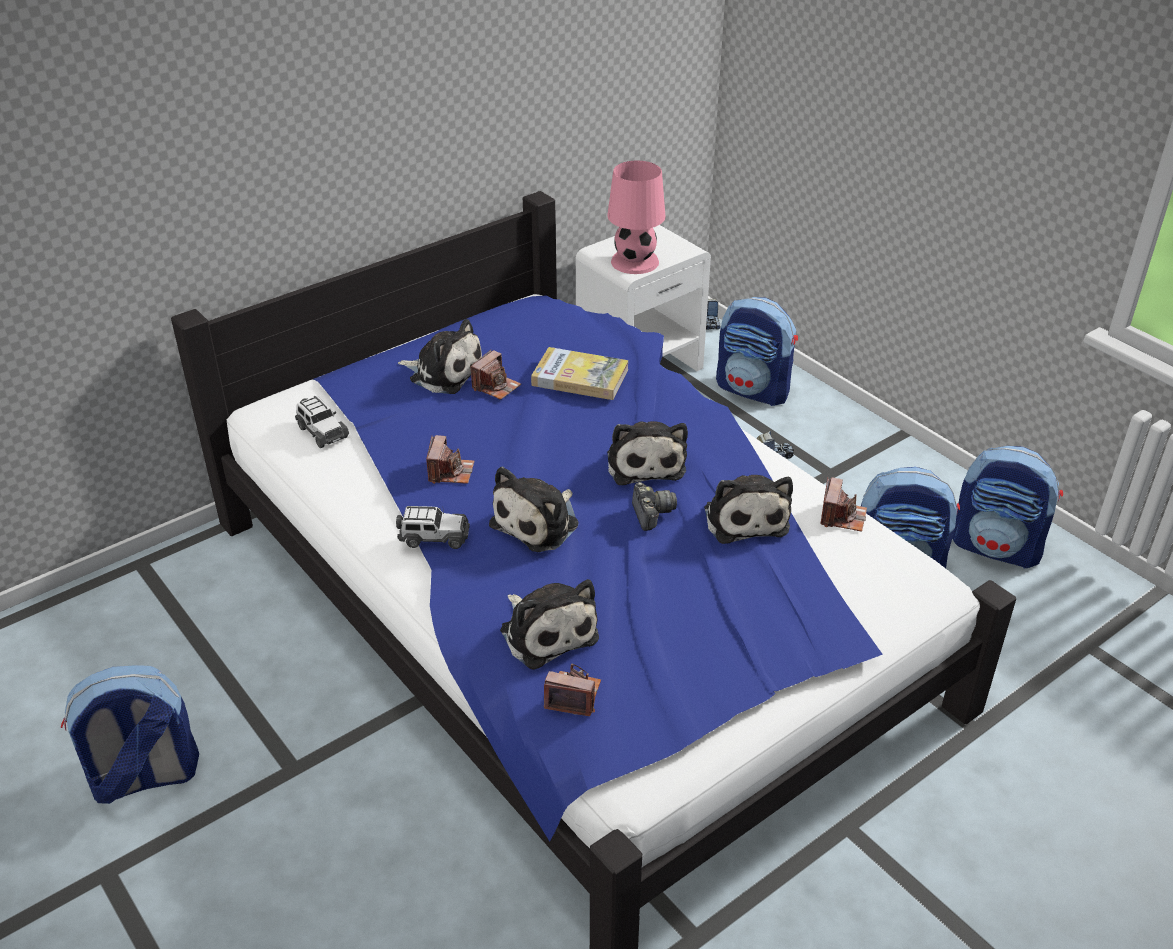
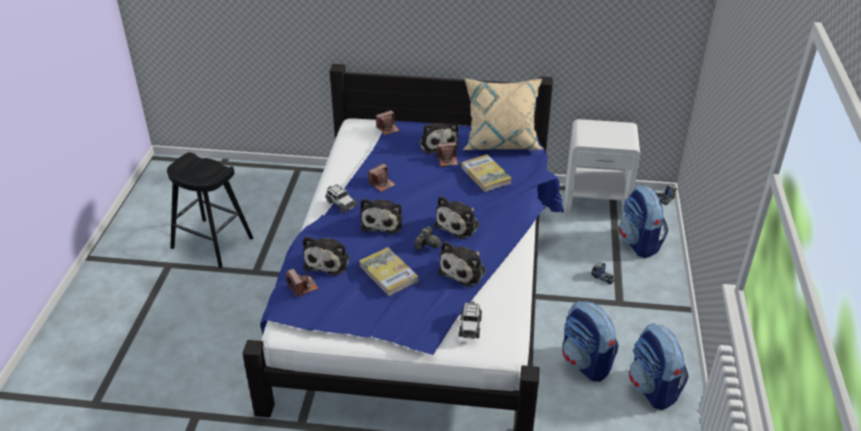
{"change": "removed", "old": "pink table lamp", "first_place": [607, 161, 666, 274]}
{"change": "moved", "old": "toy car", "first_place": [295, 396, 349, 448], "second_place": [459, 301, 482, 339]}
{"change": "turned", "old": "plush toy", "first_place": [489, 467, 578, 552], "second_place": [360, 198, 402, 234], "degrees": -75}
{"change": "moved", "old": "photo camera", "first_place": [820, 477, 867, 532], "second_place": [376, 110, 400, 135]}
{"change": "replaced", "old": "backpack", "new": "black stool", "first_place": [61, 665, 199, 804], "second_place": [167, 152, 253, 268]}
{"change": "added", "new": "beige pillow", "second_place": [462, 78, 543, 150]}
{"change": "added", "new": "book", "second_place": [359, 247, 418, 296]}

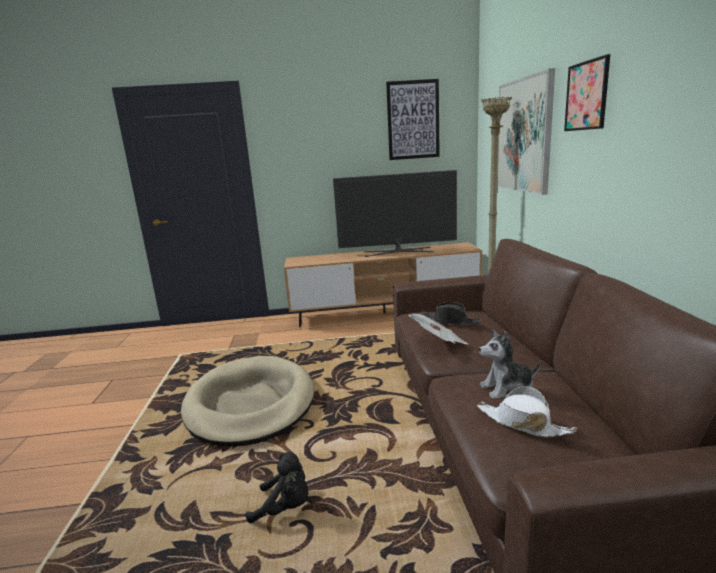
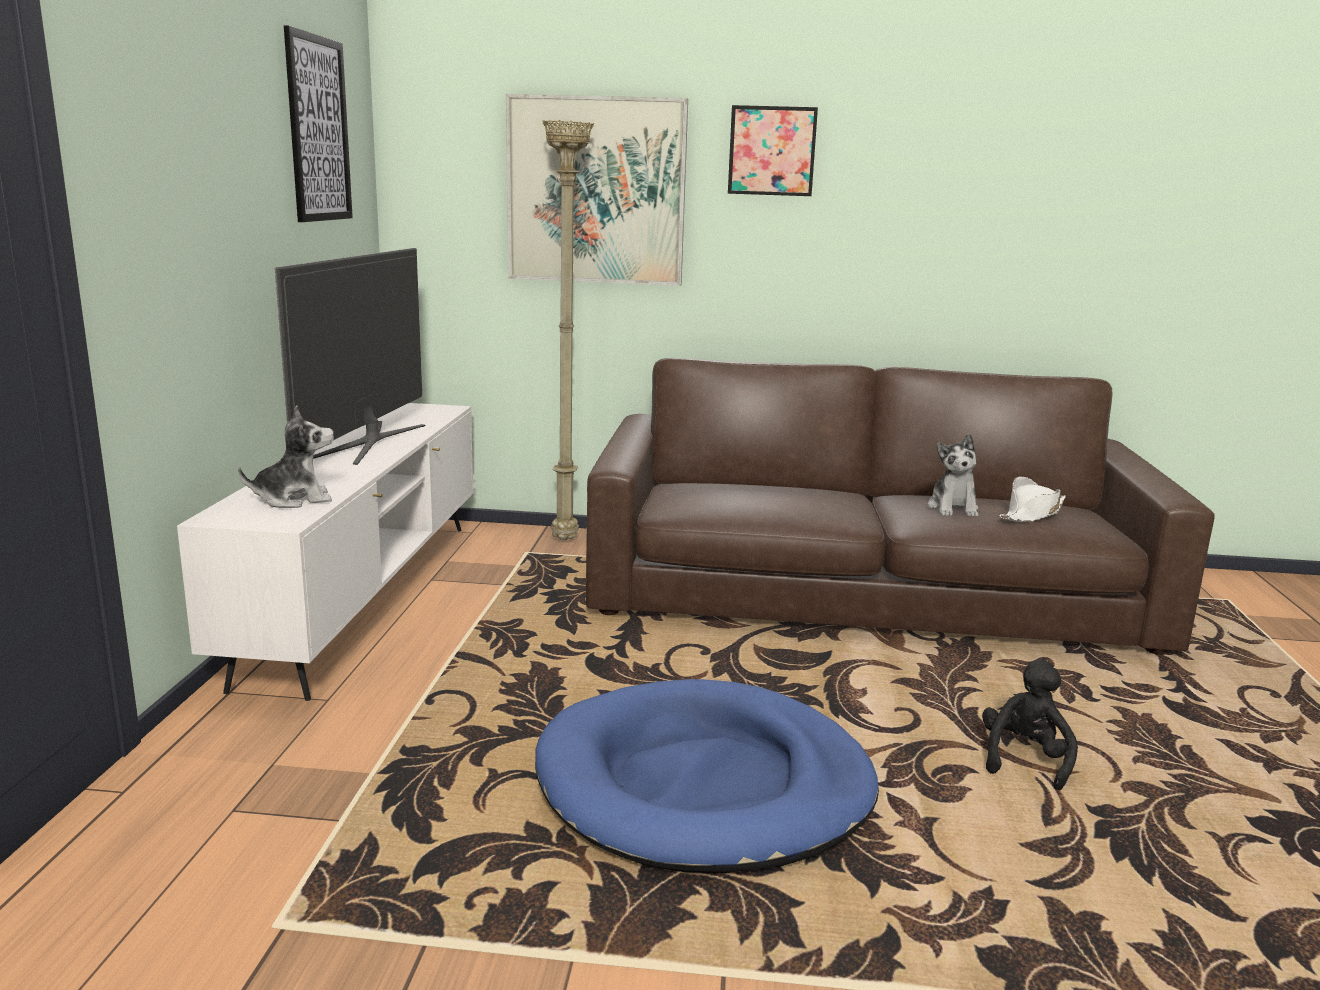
{"change": "recoloured", "old": "brown tv stand", "new": "white tv stand", "first_place": [284, 242, 482, 327], "second_place": [177, 403, 473, 701]}
{"change": "removed", "old": "black hat", "first_place": [421, 302, 482, 325]}
{"change": "removed", "old": "newspaper", "first_place": [408, 314, 468, 344]}
{"change": "recoloured", "old": "beige dog bed", "new": "blue dog bed", "first_place": [181, 356, 314, 446], "second_place": [535, 679, 879, 873]}
{"change": "added", "new": "plush toy", "second_place": [238, 405, 334, 508]}

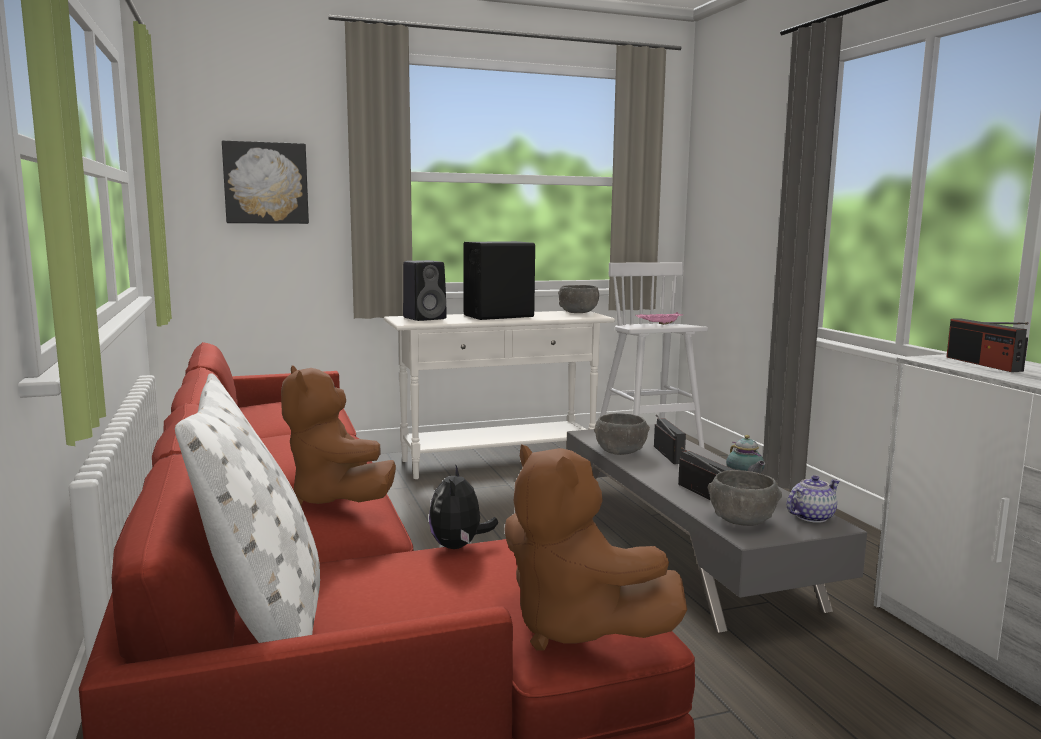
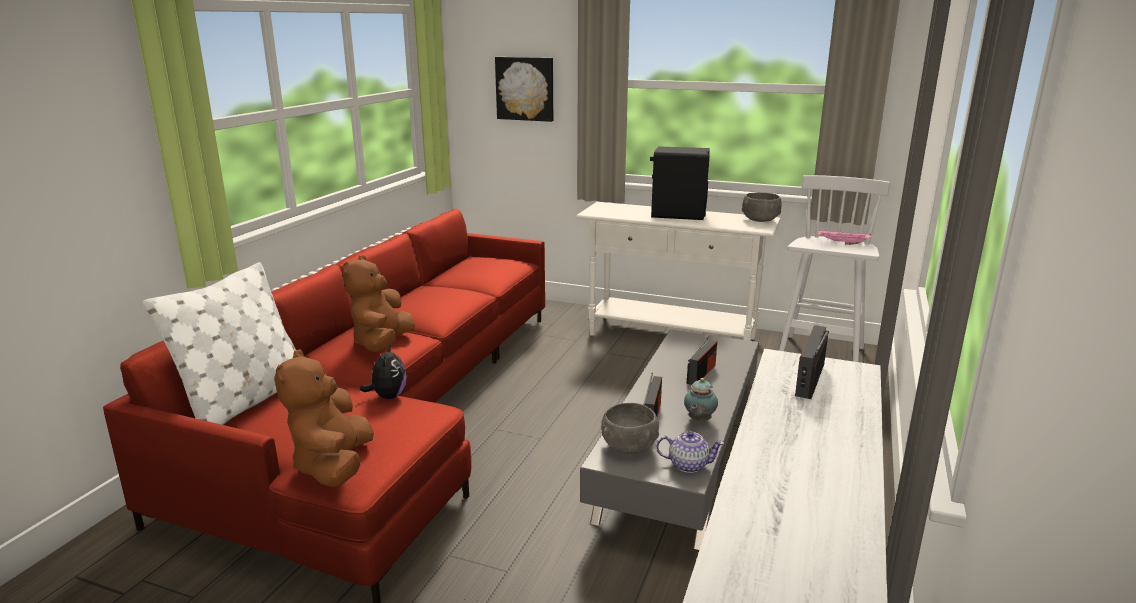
{"change": "removed", "old": "black speaker", "first_place": [403, 260, 447, 321]}
{"change": "removed", "old": "grey bowl", "first_place": [594, 413, 650, 455]}
{"change": "turned", "old": "plush toy", "first_place": [429, 464, 498, 549], "second_place": [360, 344, 407, 399], "degrees": 135}

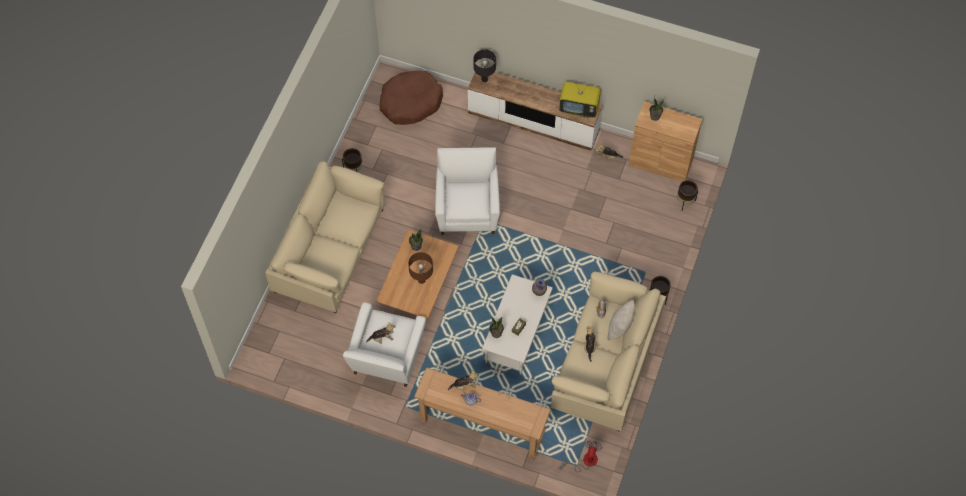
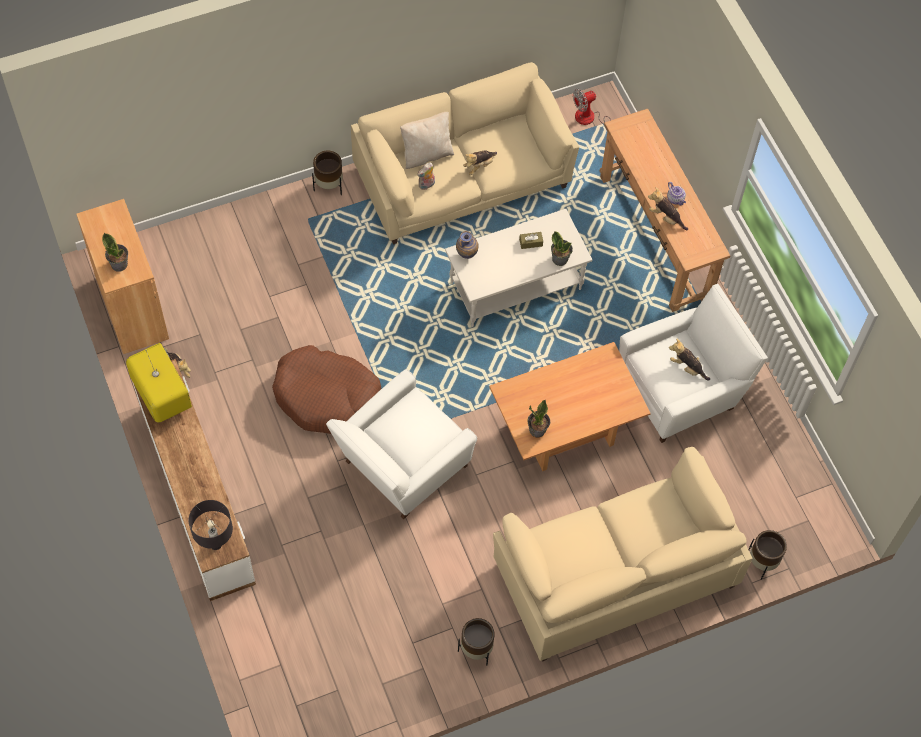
{"change": "moved", "old": "brown dog bed", "first_place": [380, 70, 443, 125], "second_place": [272, 345, 381, 434]}
{"change": "moved", "old": "brown planter", "first_place": [677, 180, 698, 210], "second_place": [748, 530, 787, 580]}
{"change": "removed", "old": "brown table lamp", "first_place": [408, 252, 433, 284]}

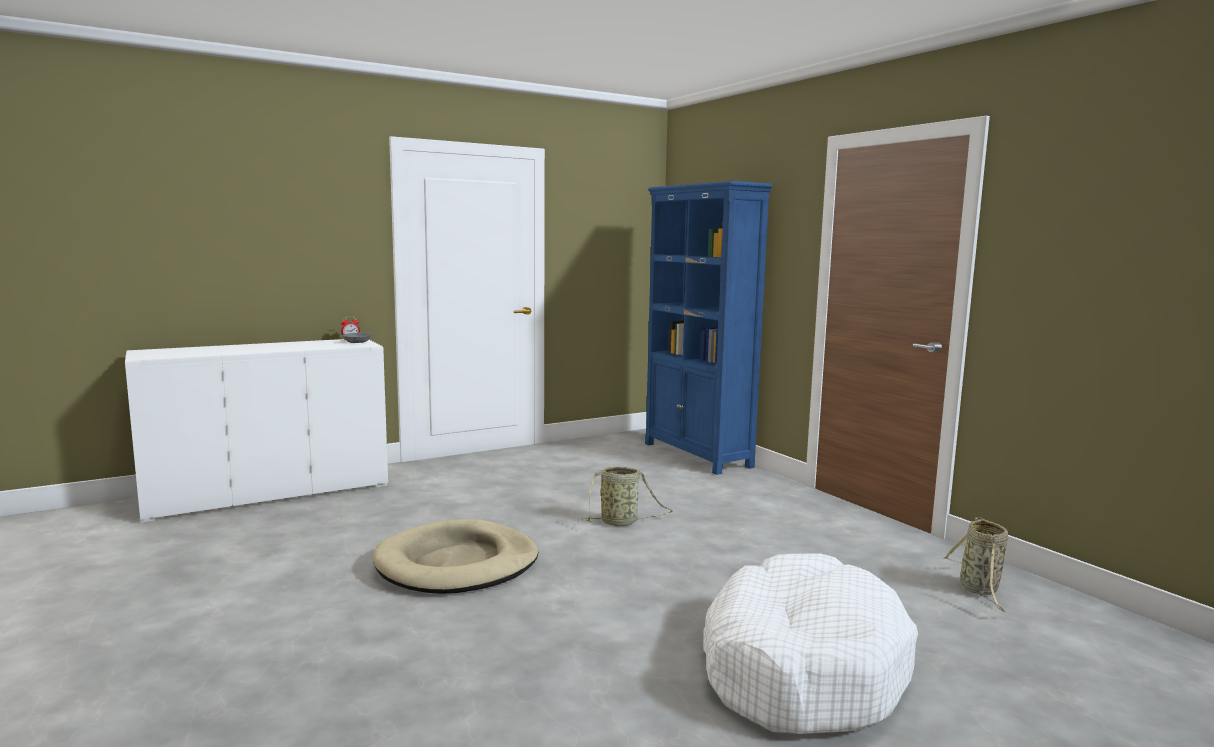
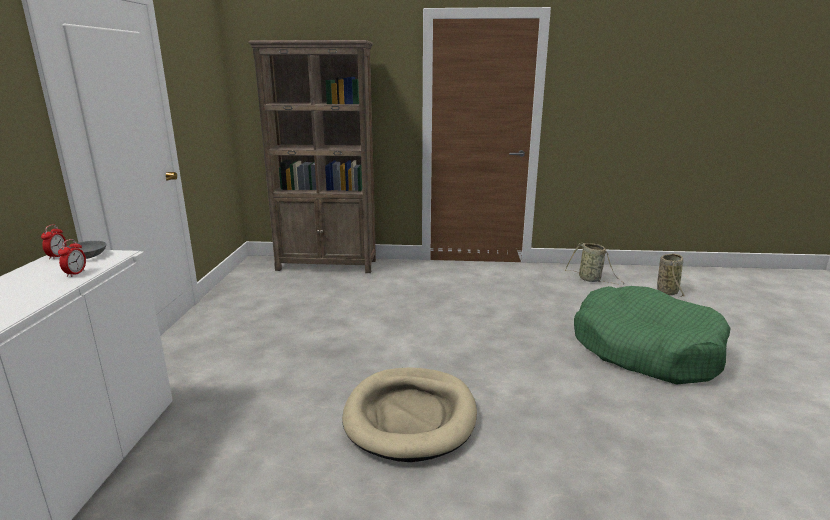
{"change": "recoloured", "old": "blue bookcase", "new": "brown bookcase", "first_place": [645, 181, 773, 475], "second_place": [248, 40, 376, 273]}
{"change": "moved", "old": "basket", "first_place": [582, 466, 673, 526], "second_place": [657, 254, 685, 297]}
{"change": "recoloured", "old": "white dog bed", "new": "green dog bed", "first_place": [703, 554, 918, 734], "second_place": [574, 286, 731, 385]}
{"change": "added", "new": "alarm clock", "second_place": [58, 239, 86, 277]}

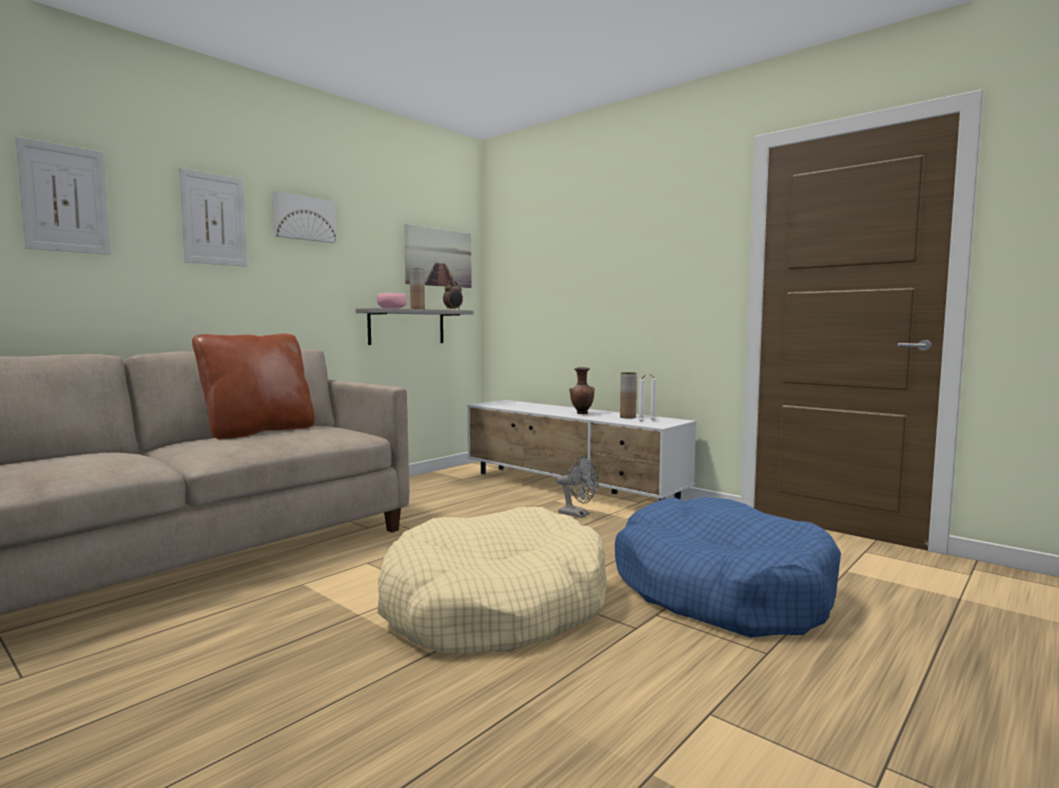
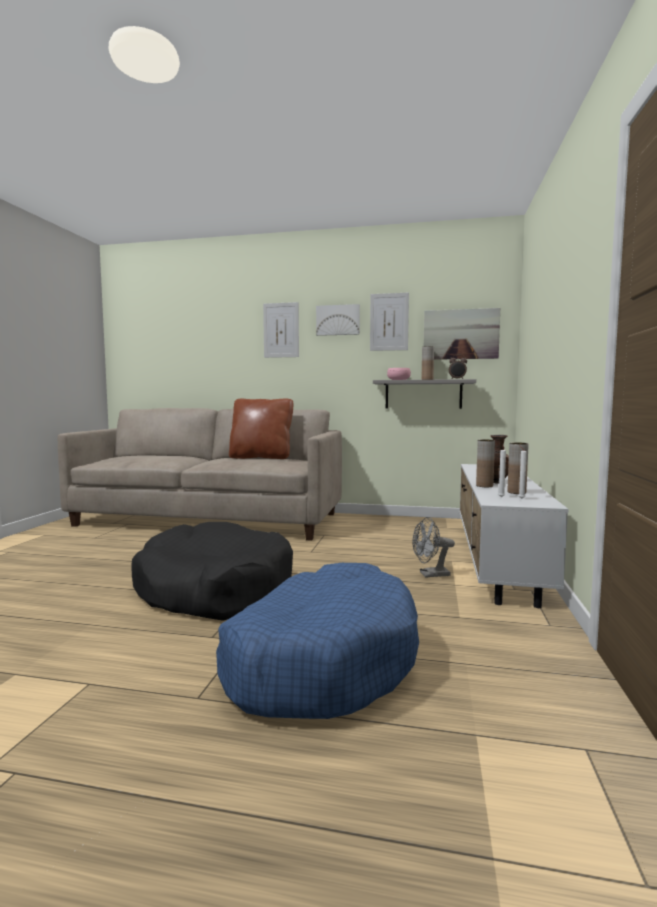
{"change": "moved", "old": "picture", "first_place": [15, 137, 111, 255], "second_place": [370, 293, 409, 351]}
{"change": "turned", "old": "grey fan", "first_place": [556, 455, 599, 518], "second_place": [412, 517, 455, 578], "degrees": 75}
{"change": "recoloured", "old": "beige dog bed", "new": "black dog bed", "first_place": [377, 507, 607, 655], "second_place": [131, 522, 293, 621]}
{"change": "added", "new": "brown vase", "second_place": [476, 439, 495, 487]}

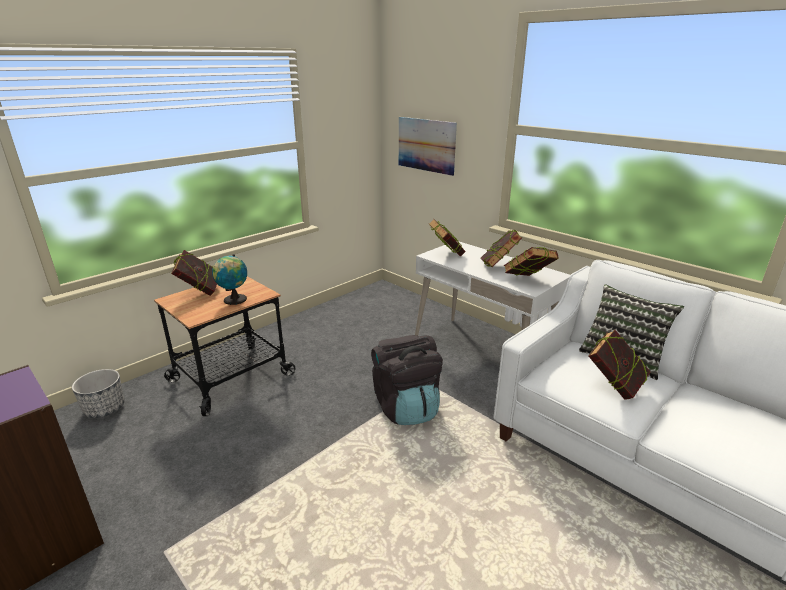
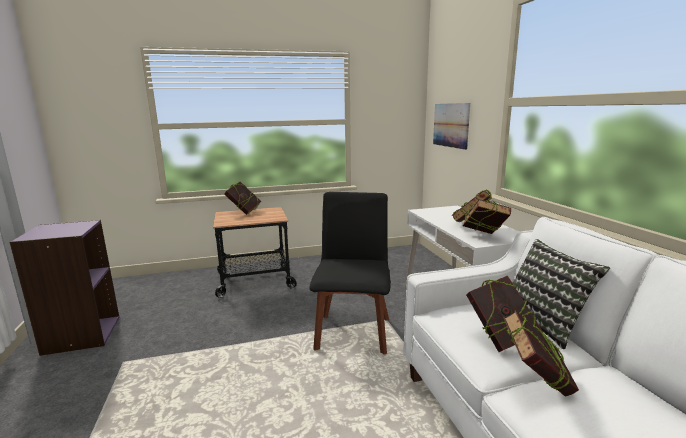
{"change": "moved", "old": "book", "first_place": [428, 218, 466, 256], "second_place": [503, 310, 579, 397]}
{"change": "removed", "old": "globe", "first_place": [212, 254, 247, 305]}
{"change": "replaced", "old": "black backpack", "new": "black chair", "first_place": [371, 335, 443, 425], "second_place": [310, 192, 391, 354]}
{"change": "removed", "old": "planter", "first_place": [72, 369, 125, 418]}

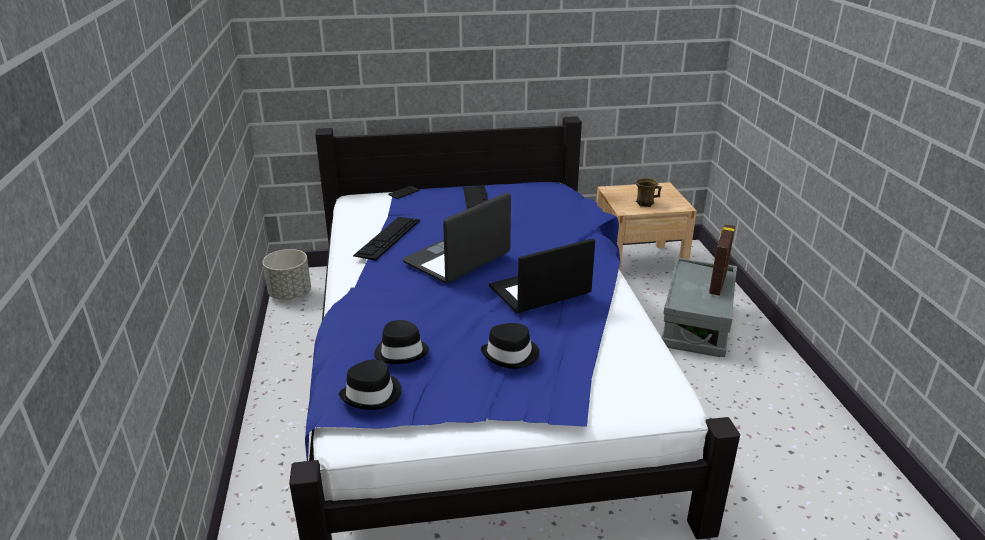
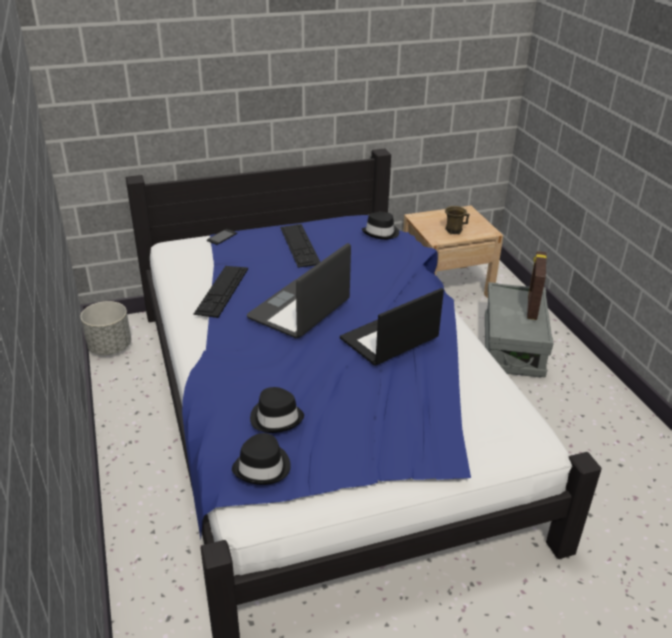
{"change": "moved", "old": "black hat", "first_place": [481, 323, 539, 369], "second_place": [362, 212, 399, 240]}

